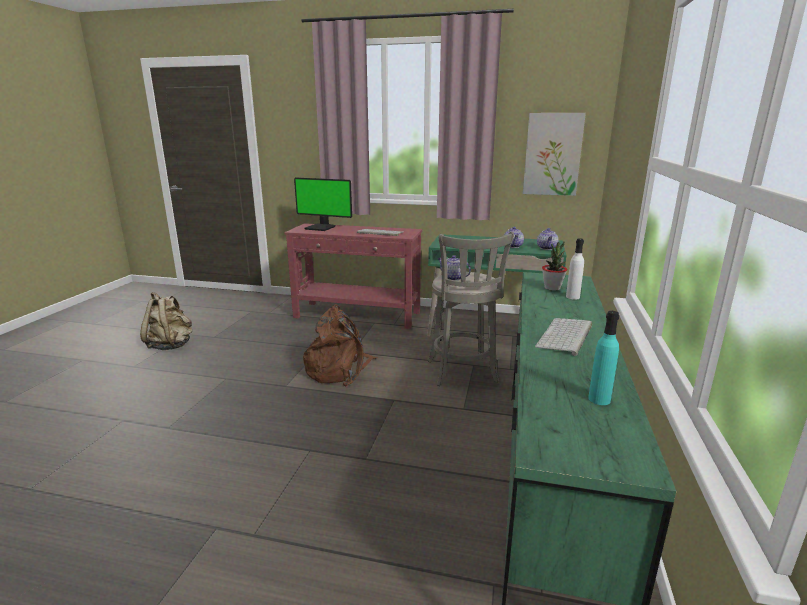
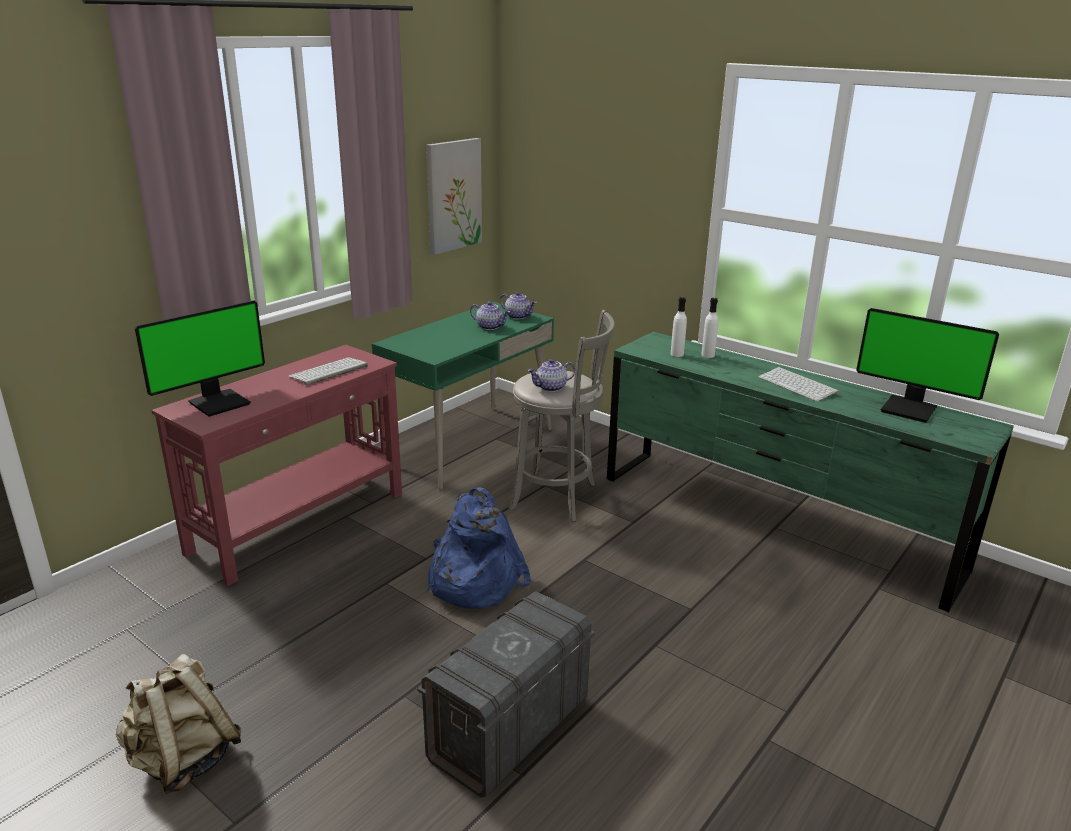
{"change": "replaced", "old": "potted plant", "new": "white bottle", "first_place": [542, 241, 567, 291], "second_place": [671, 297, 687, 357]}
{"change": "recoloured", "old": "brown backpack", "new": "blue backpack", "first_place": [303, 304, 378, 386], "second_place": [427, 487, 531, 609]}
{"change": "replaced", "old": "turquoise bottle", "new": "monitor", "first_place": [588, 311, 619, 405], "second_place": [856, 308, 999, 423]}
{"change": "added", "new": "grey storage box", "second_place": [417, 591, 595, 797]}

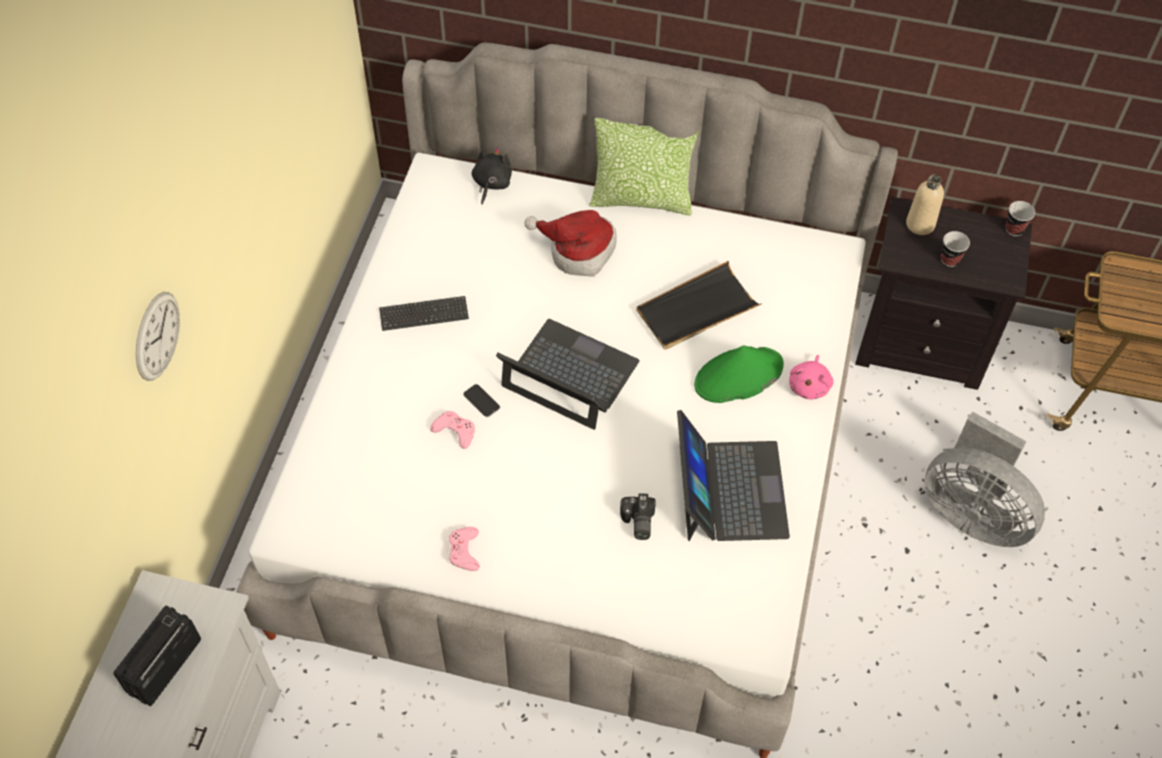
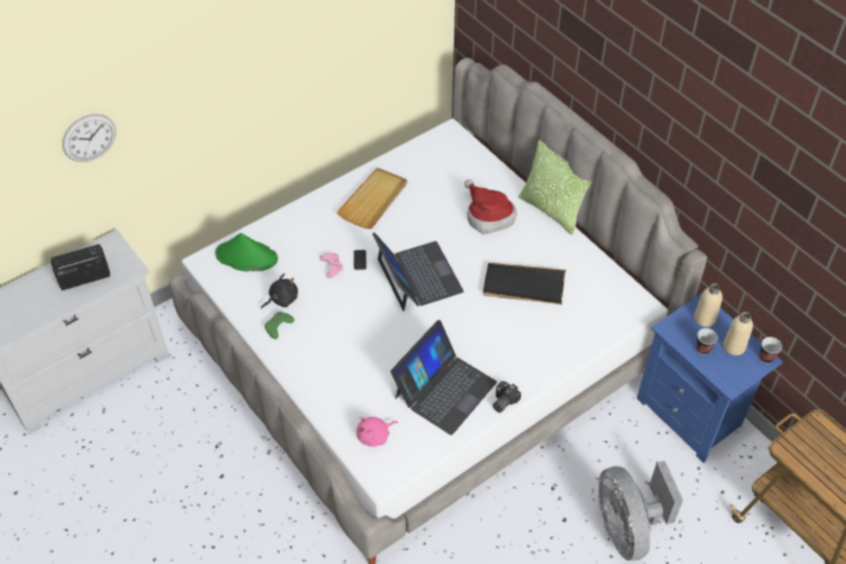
{"change": "moved", "old": "black plush toy", "first_place": [472, 147, 512, 204], "second_place": [261, 273, 298, 309]}
{"change": "recoloured", "old": "black nightstand", "new": "blue nightstand", "first_place": [855, 197, 1032, 390], "second_place": [637, 293, 783, 463]}
{"change": "moved", "old": "wall clock", "first_place": [136, 292, 180, 381], "second_place": [62, 114, 116, 162]}
{"change": "replaced", "old": "keyboard", "new": "beige tray", "first_place": [379, 296, 469, 331], "second_place": [337, 168, 407, 229]}
{"change": "moved", "old": "green hat", "first_place": [694, 346, 784, 403], "second_place": [215, 233, 278, 272]}
{"change": "moved", "old": "pink plush toy", "first_place": [789, 355, 834, 400], "second_place": [356, 417, 398, 447]}
{"change": "moved", "old": "photo camera", "first_place": [620, 494, 655, 540], "second_place": [493, 381, 521, 413]}
{"change": "recoloured", "old": "pink game controller", "new": "green game controller", "first_place": [449, 527, 480, 571], "second_place": [265, 312, 294, 339]}
{"change": "added", "new": "beige bottle", "second_place": [723, 312, 753, 356]}

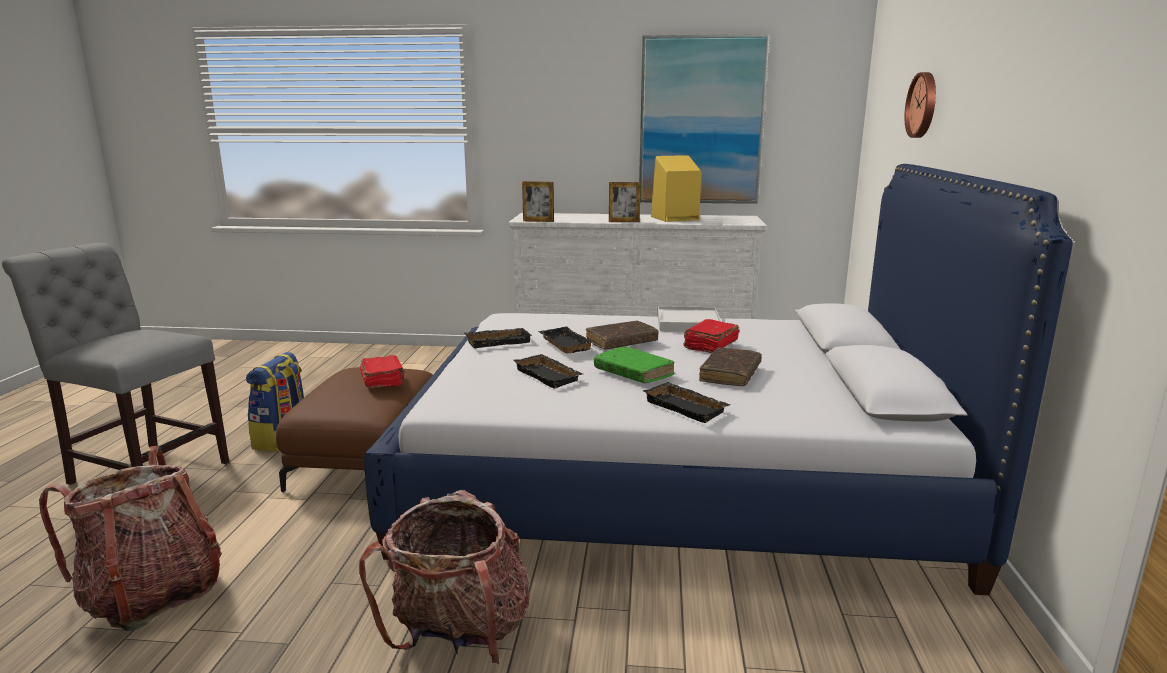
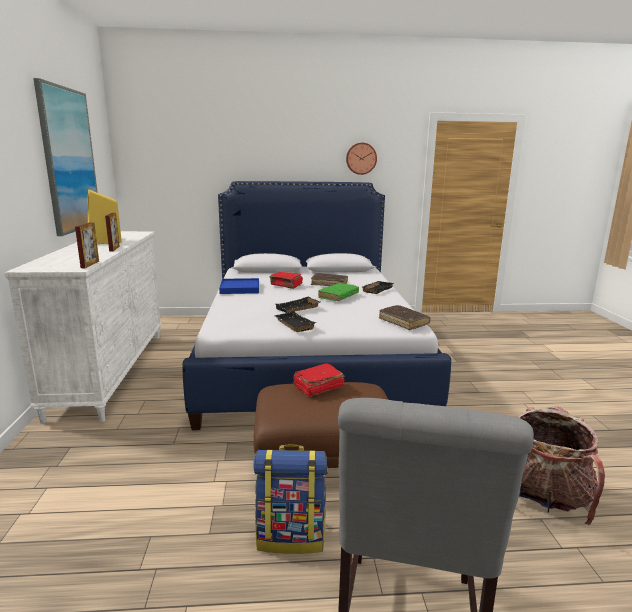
{"change": "moved", "old": "wall clock", "first_place": [904, 72, 936, 138], "second_place": [346, 143, 377, 175]}
{"change": "recoloured", "old": "white tray", "new": "blue tray", "first_place": [657, 306, 722, 332], "second_place": [219, 278, 259, 294]}
{"change": "moved", "old": "brown book", "first_place": [586, 320, 659, 350], "second_place": [379, 305, 431, 330]}
{"change": "removed", "old": "black tray", "first_place": [513, 354, 583, 389]}
{"change": "removed", "old": "backpack", "first_place": [359, 490, 530, 664]}

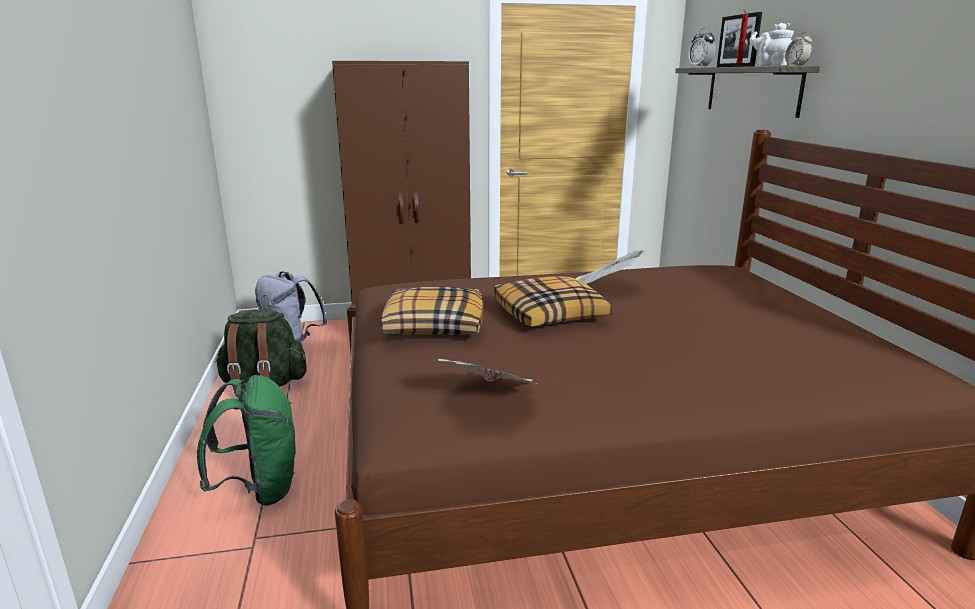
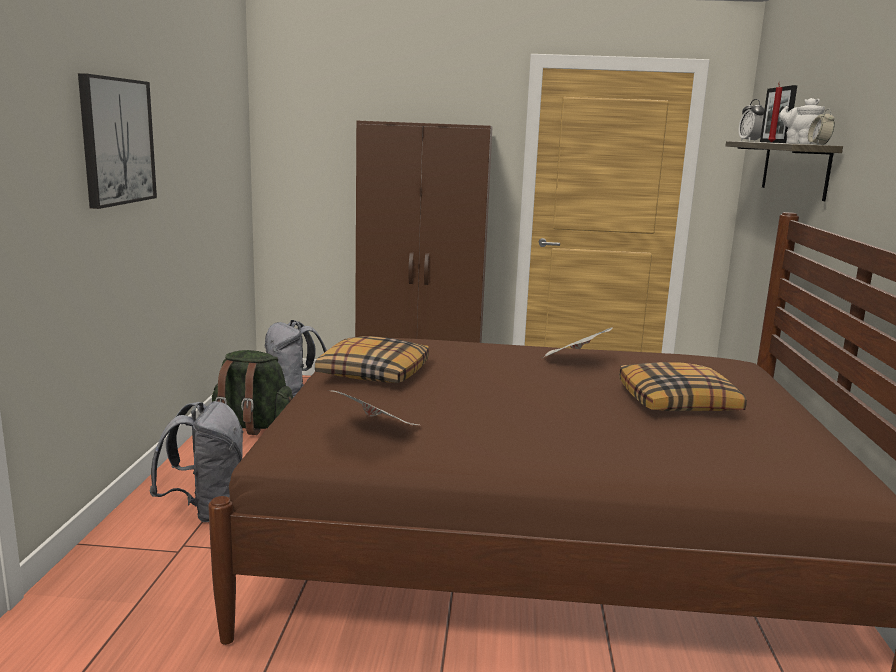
{"change": "moved", "old": "pillow", "first_place": [494, 276, 612, 327], "second_place": [619, 362, 747, 411]}
{"change": "recoloured", "old": "green backpack", "new": "grey backpack", "first_place": [197, 375, 296, 506], "second_place": [149, 401, 243, 522]}
{"change": "added", "new": "picture", "second_place": [78, 73, 157, 209]}

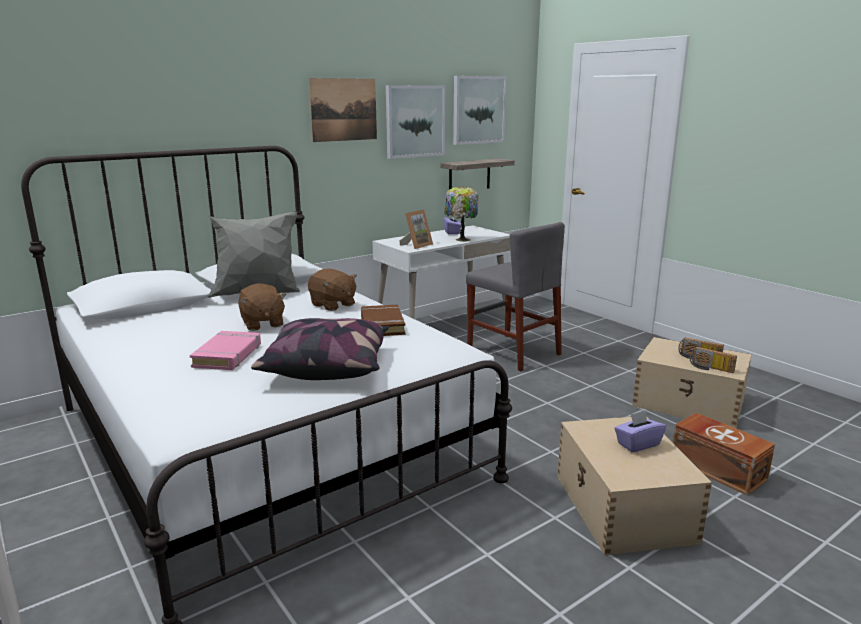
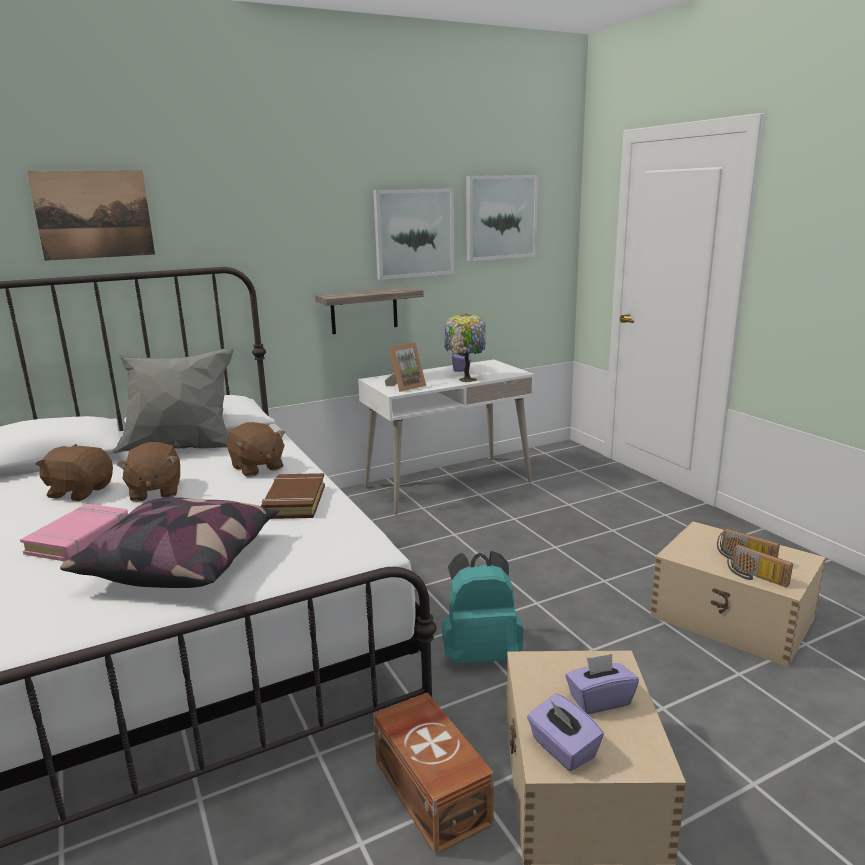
{"change": "moved", "old": "picture", "first_place": [309, 78, 377, 142], "second_place": [27, 170, 155, 261]}
{"change": "moved", "old": "shelf", "first_place": [440, 158, 515, 189], "second_place": [315, 287, 424, 334]}
{"change": "removed", "old": "grey chair", "first_place": [466, 222, 565, 371]}
{"change": "moved", "old": "brown storage box", "first_place": [673, 413, 775, 496], "second_place": [373, 692, 494, 855]}
{"change": "added", "new": "brown plush toy", "second_place": [36, 444, 113, 501]}
{"change": "added", "new": "turquoise backpack", "second_place": [442, 551, 523, 664]}
{"change": "added", "new": "purple tissue box", "second_place": [527, 693, 604, 771]}

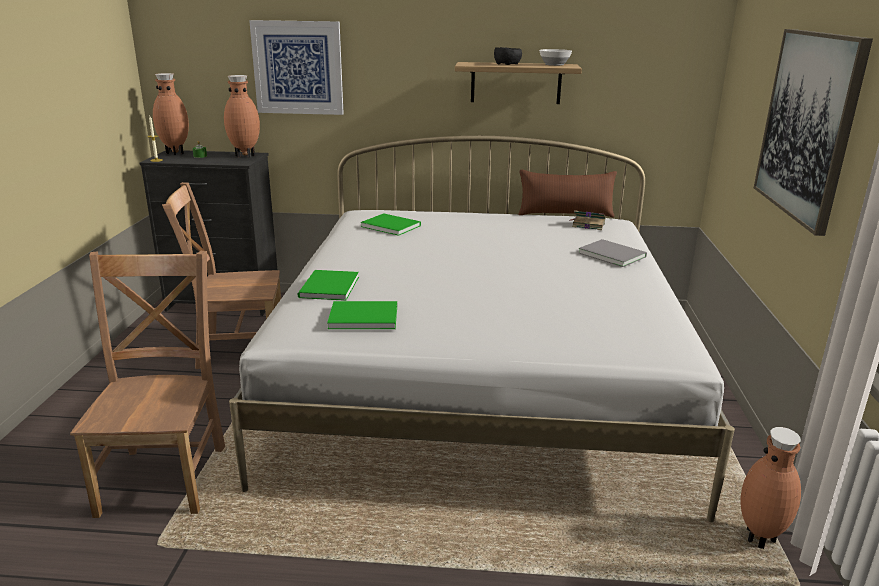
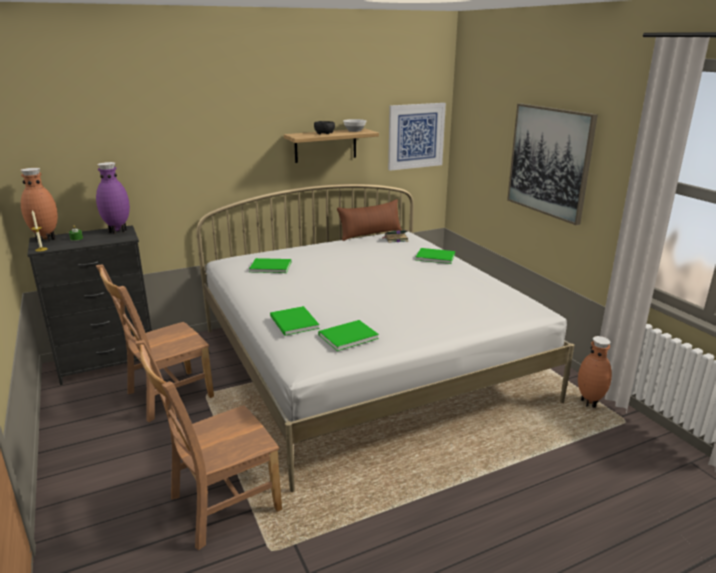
{"change": "moved", "old": "picture", "first_place": [249, 20, 344, 115], "second_place": [388, 103, 446, 171]}
{"change": "recoloured", "old": "brown vase", "new": "purple vase", "first_place": [224, 75, 260, 157], "second_place": [96, 162, 130, 234]}
{"change": "recoloured", "old": "grey book", "new": "green book", "first_place": [579, 239, 647, 267], "second_place": [416, 248, 455, 264]}
{"change": "turned", "old": "brown chair", "first_place": [70, 251, 225, 518], "second_place": [135, 340, 282, 550], "degrees": -90}

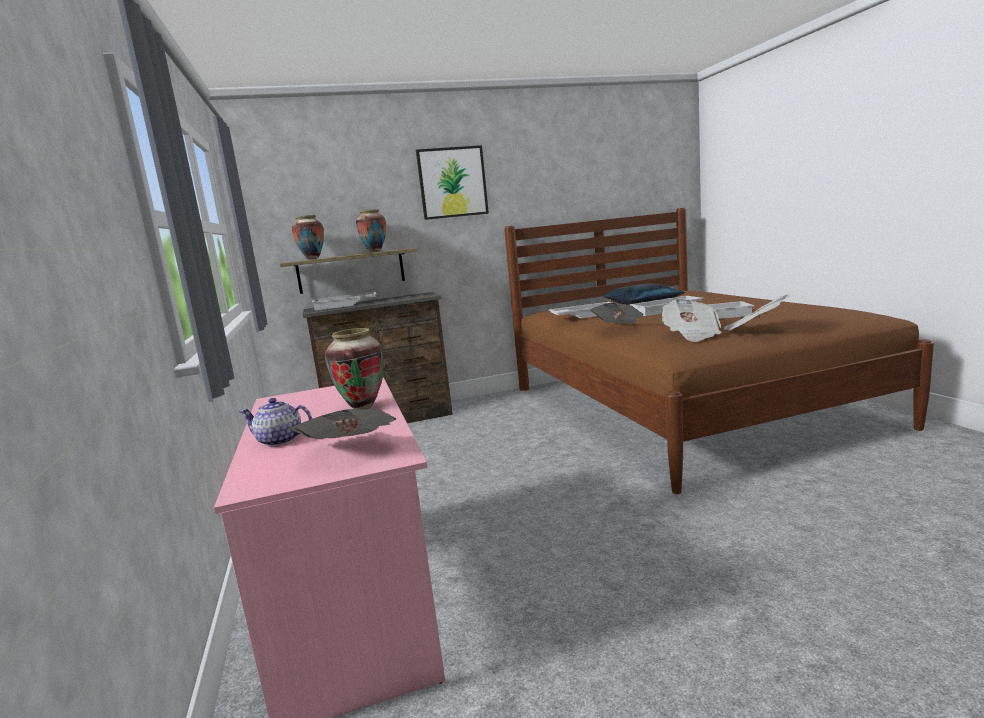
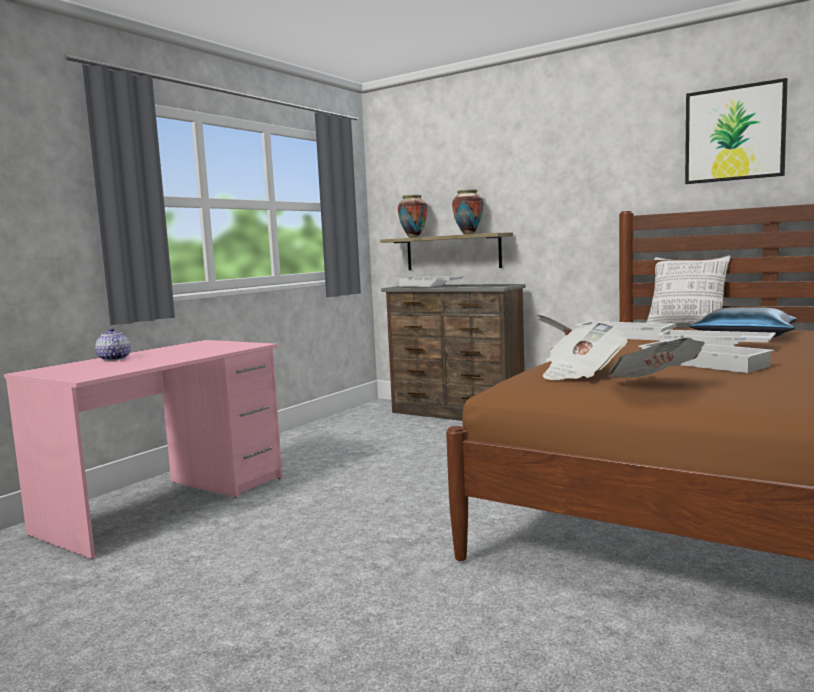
{"change": "moved", "old": "picture", "first_place": [416, 145, 489, 220], "second_place": [685, 78, 788, 184]}
{"change": "removed", "old": "vase", "first_place": [325, 328, 384, 409]}
{"change": "removed", "old": "newspaper", "first_place": [288, 409, 396, 439]}
{"change": "added", "new": "pillow", "second_place": [646, 255, 731, 323]}

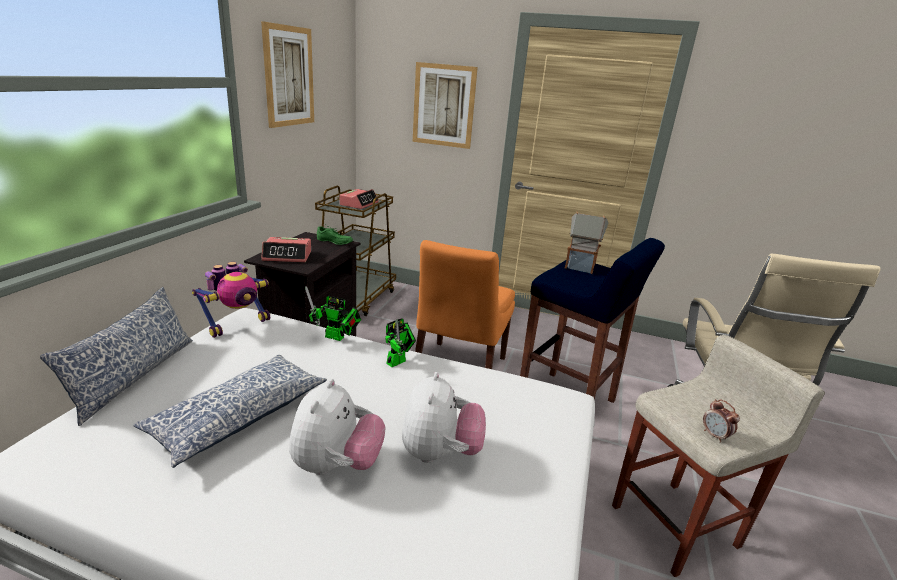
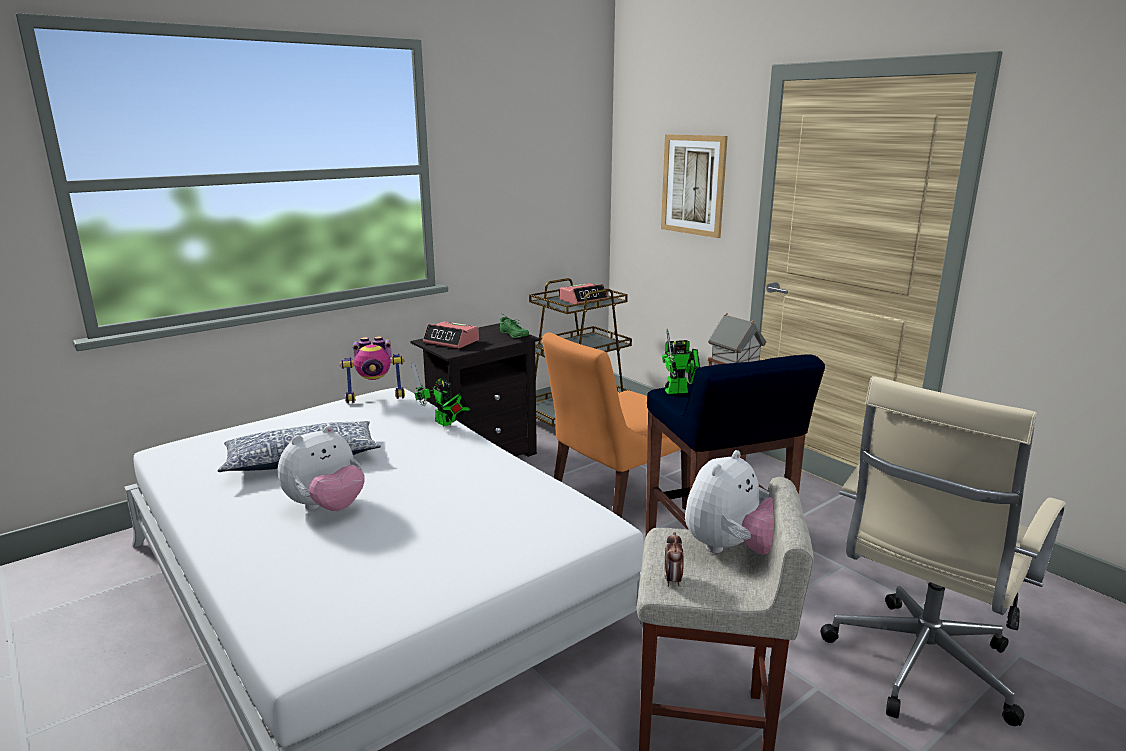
{"change": "removed", "old": "picture", "first_place": [261, 21, 314, 128]}
{"change": "removed", "old": "pillow", "first_place": [40, 287, 193, 426]}
{"change": "moved", "old": "toy robot", "first_place": [385, 318, 416, 367], "second_place": [662, 329, 700, 394]}
{"change": "moved", "old": "plush toy", "first_place": [402, 372, 486, 463], "second_place": [685, 450, 774, 555]}

